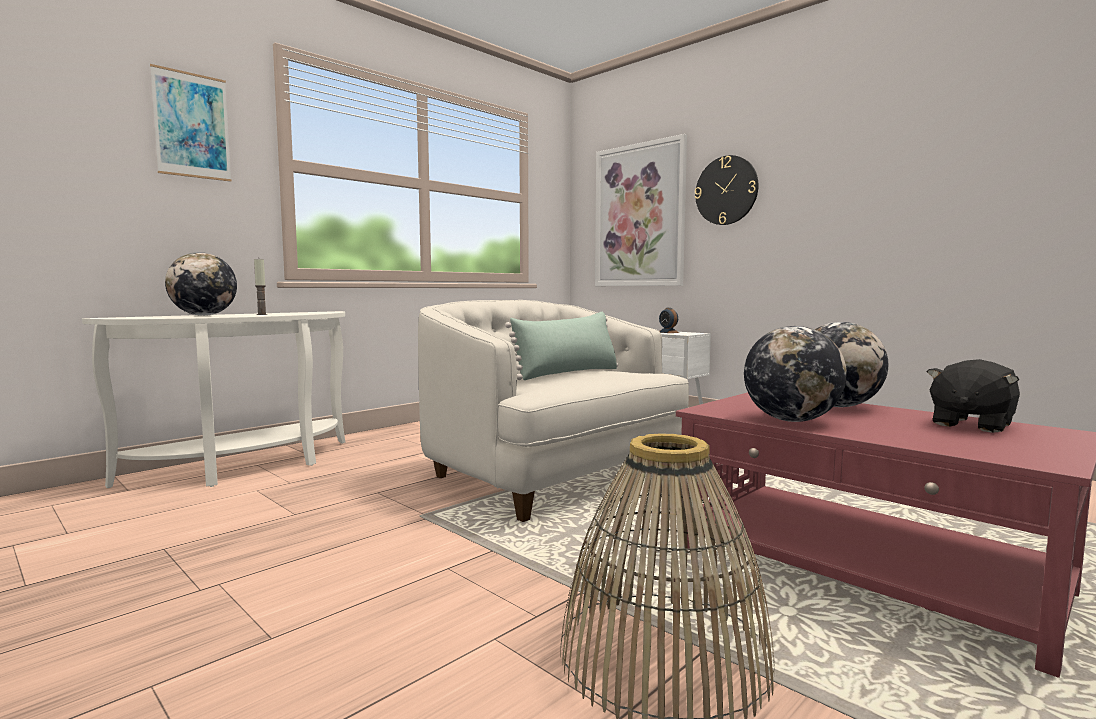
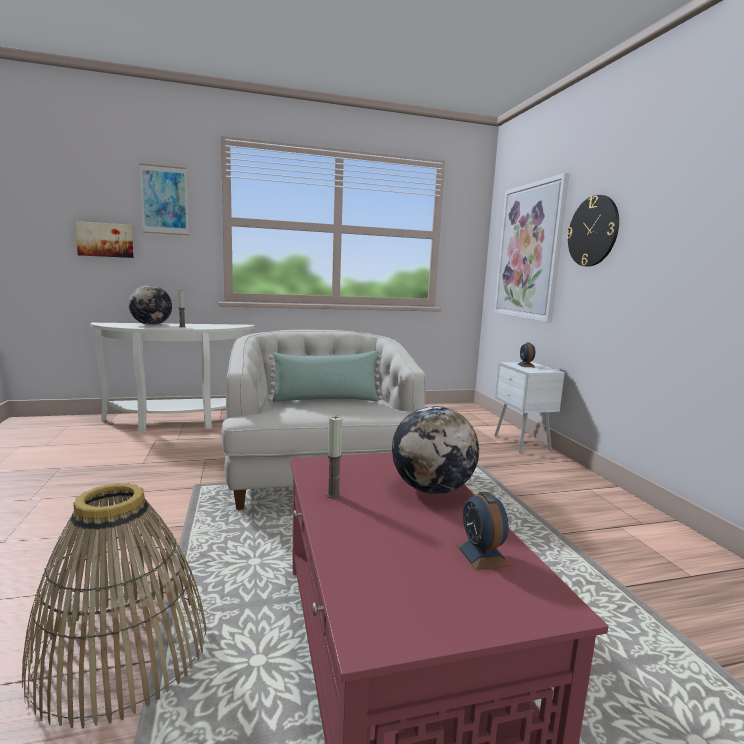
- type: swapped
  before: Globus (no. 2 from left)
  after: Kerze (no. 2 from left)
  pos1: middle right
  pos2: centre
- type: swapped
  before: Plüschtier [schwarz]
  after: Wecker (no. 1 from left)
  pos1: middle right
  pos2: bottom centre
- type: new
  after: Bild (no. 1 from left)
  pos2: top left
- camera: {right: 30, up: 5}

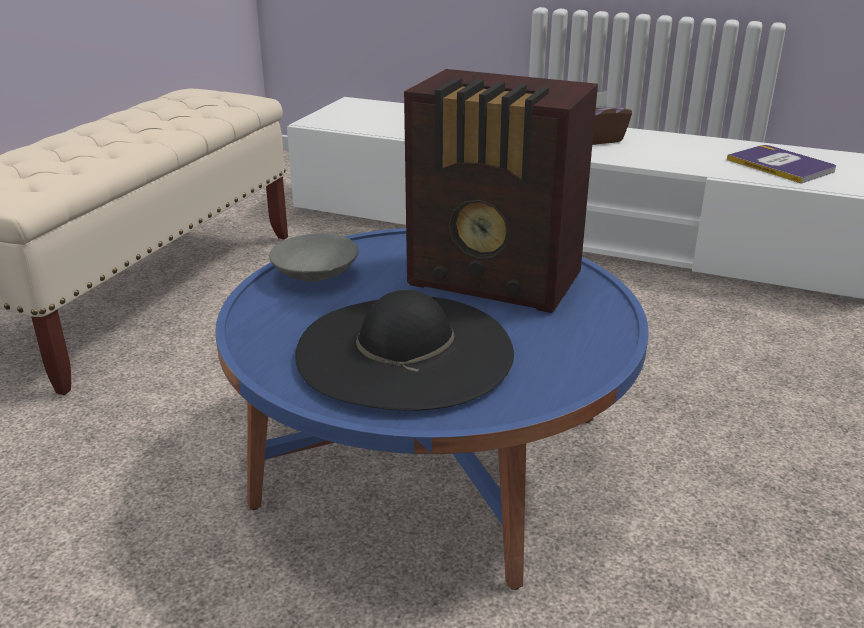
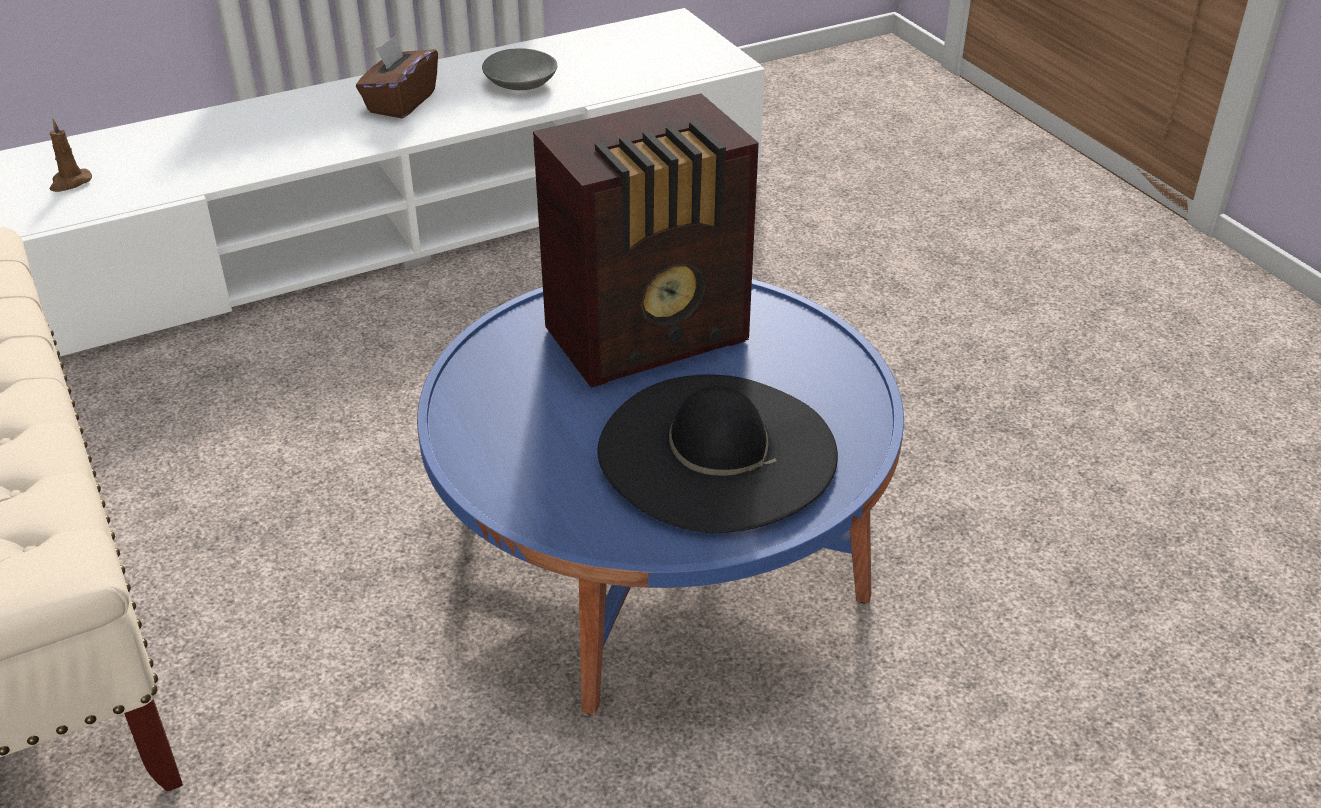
- type: shifted
  before: Schüssel [grau]
  pos1: centre
  pos2: top centre
- type: gone
  before: Buch
  pos1: top right
- type: new
  after: Kerze [braun]
  pos2: top left
- camera: {right: -50, up: 10}

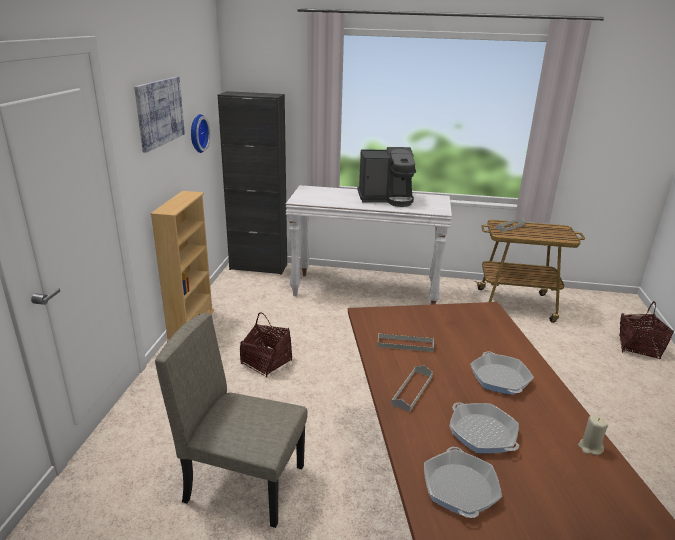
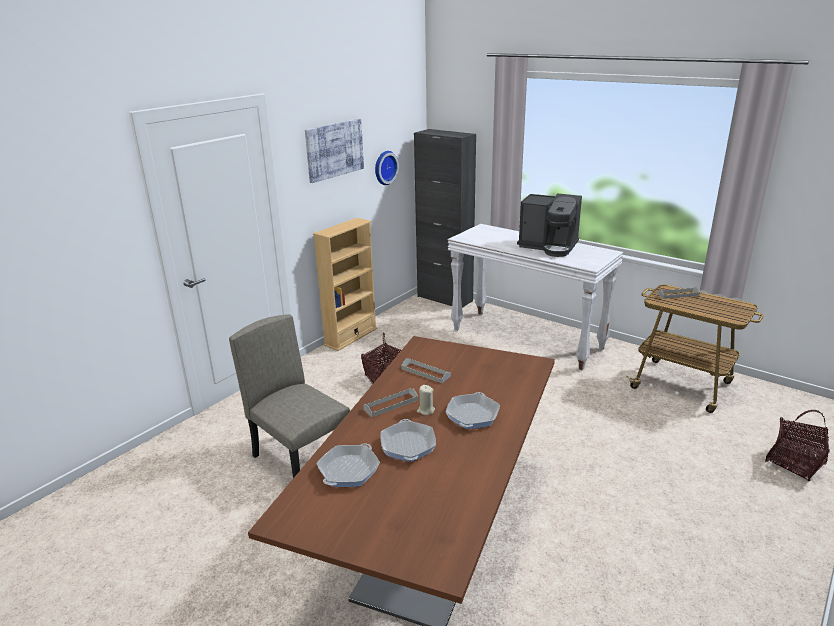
- type: shifted
  before: Kerze [beige]
  pos1: bottom right
  pos2: centre
- camera: {right: 30, up: 0}

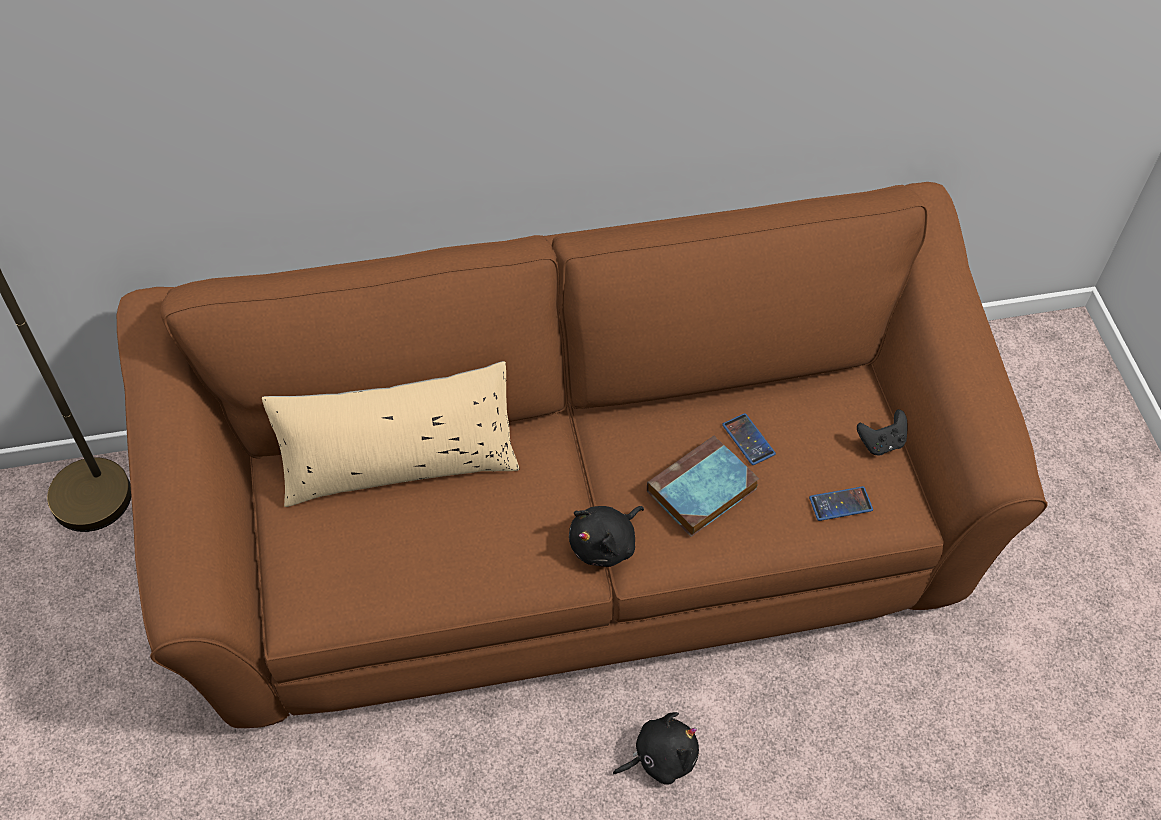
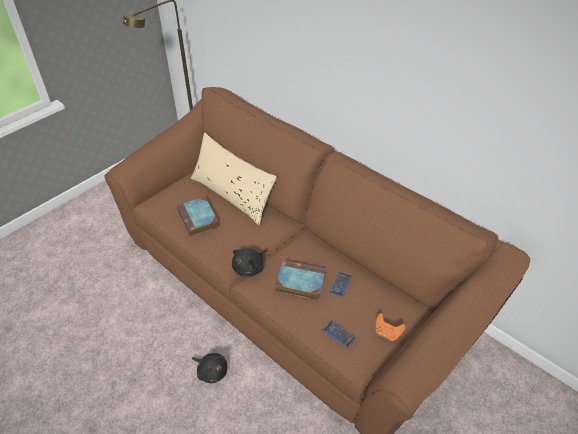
- type: rotated
  before: Plüschtier [schwarz] (no. 1 from left in the first image)
  pos1: centre
  pos2: centre
  turn: -60
- type: repainted
  before: Gamepad [schwarz]
  after: Gamepad [orange]
  pos1: middle right
  pos2: bottom right
- type: new
  after: Buch (no. 1 from left)
  pos2: centre
- camera: {right: 55, up: -10}

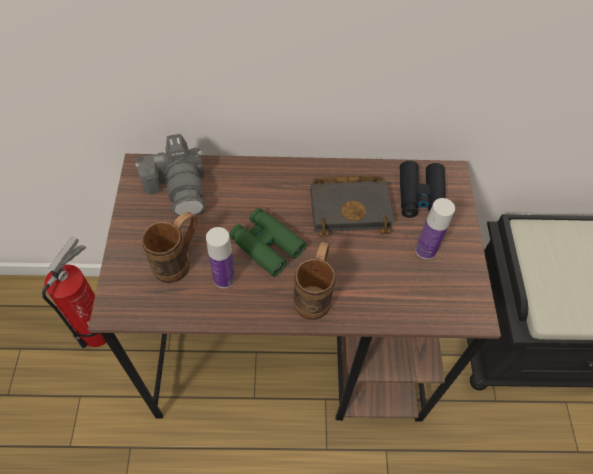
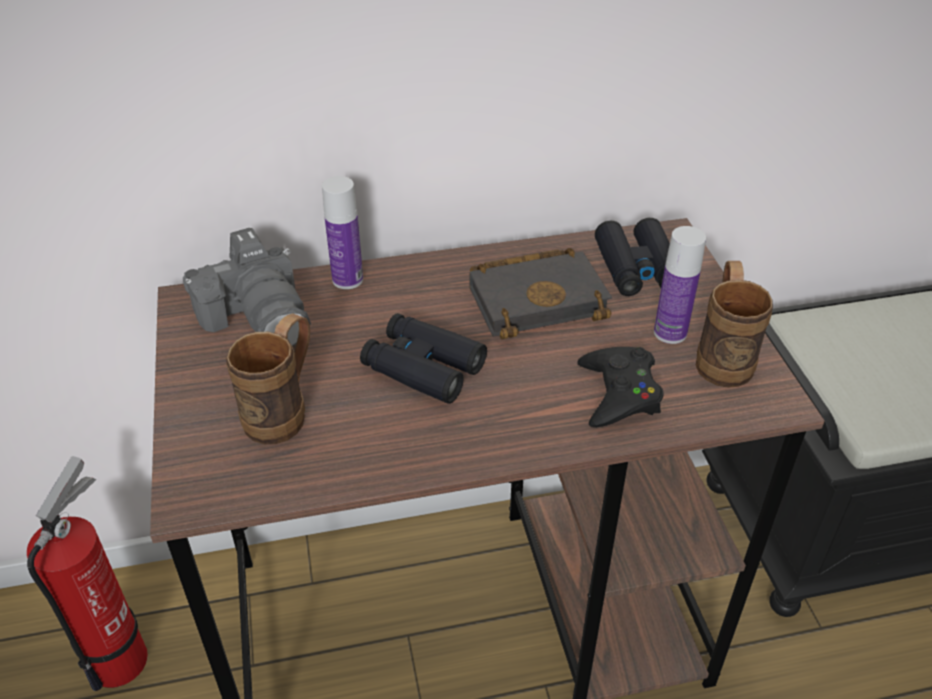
- type: shifted
  before: Flasche (no. 1 from left)
  pos1: centre
  pos2: top centre
- type: repainted
  before: Fernglas [grün]
  after: Fernglas [schwarz] (no. 1 from left)
  pos1: centre
  pos2: centre
- type: shifted
  before: Henkelbecher [braun] (no. 2 from left)
  pos1: centre
  pos2: middle right
- type: new
  after: Gamepad [schwarz]
  pos2: centre
- camera: {right: -10, up: -15}

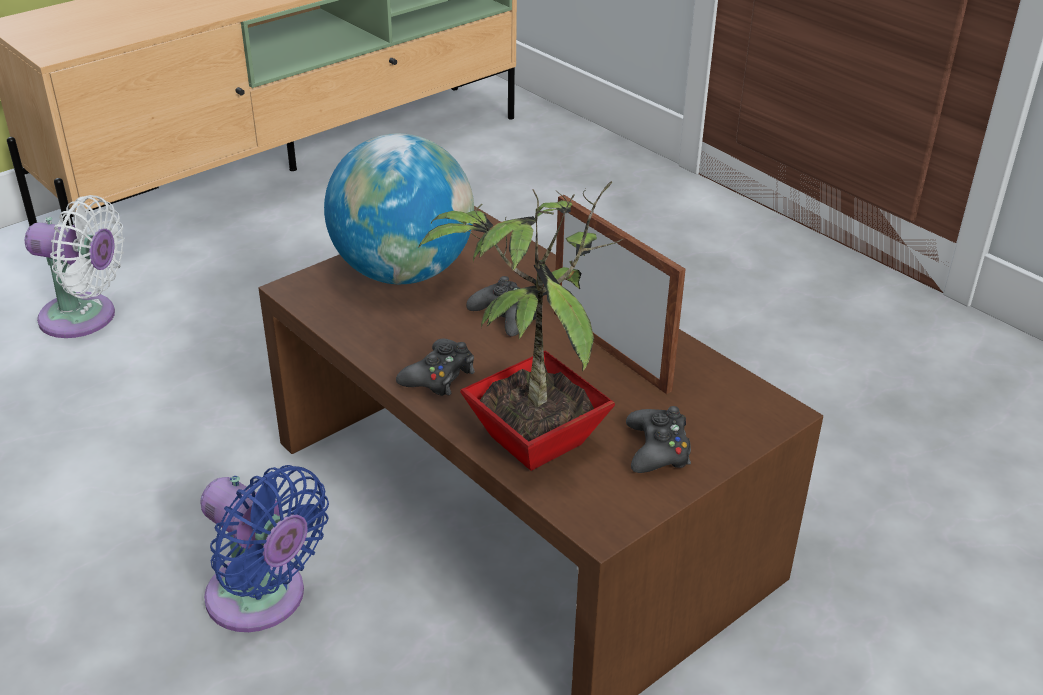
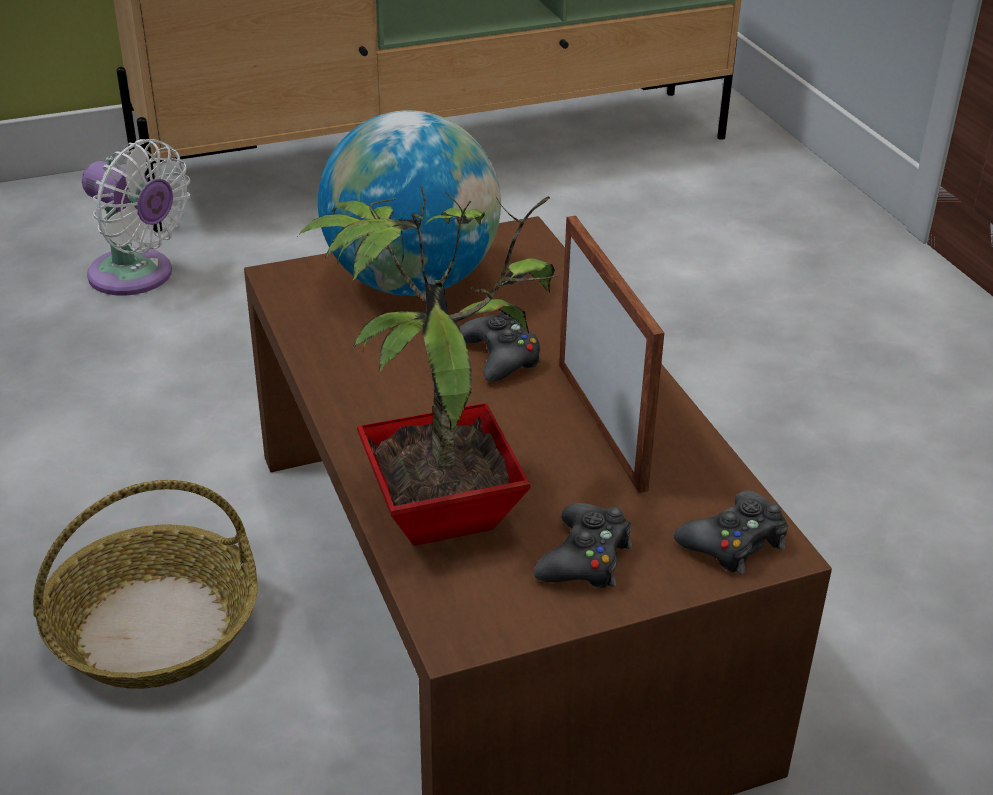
- type: swapped
  before: Ventilator [blau]
  after: Korb
  pos1: bottom left
  pos2: bottom left
- type: shifted
  before: Gamepad [schwarz] (no. 1 from left in the first image)
  after: Gamepad [schwarz] (no. 3 from left)
  pos1: centre
  pos2: bottom right
- camera: {right: 20, up: 0}

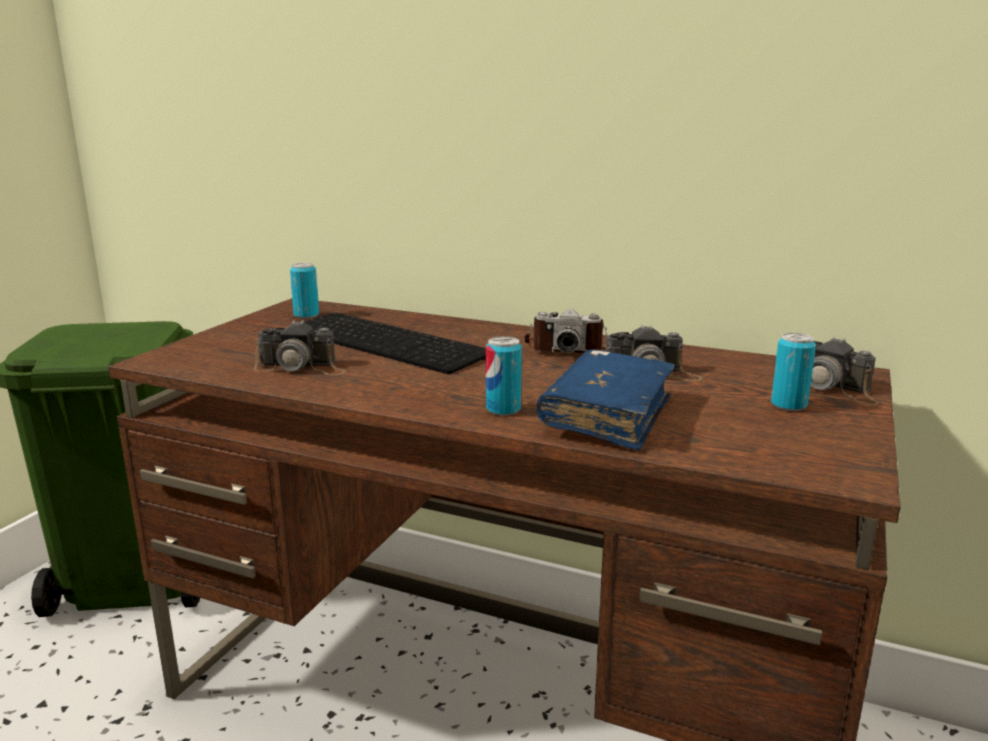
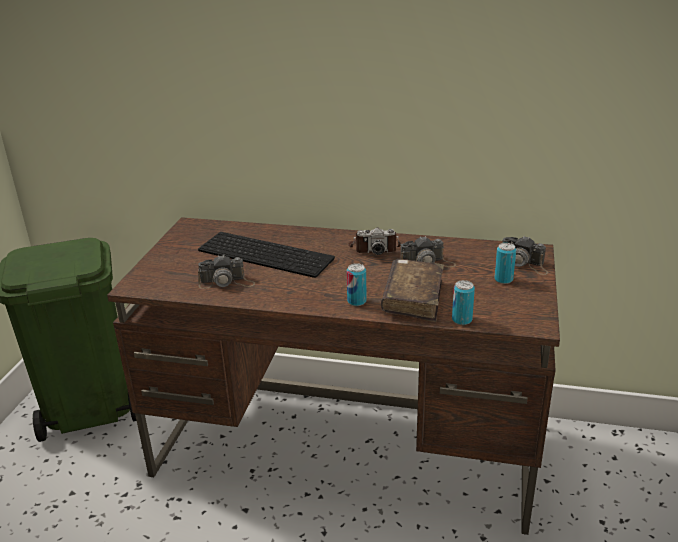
- type: shifted
  before: Dose (no. 1 from left in the first image)
  after: Dose (no. 2 from left)
  pos1: middle left
  pos2: middle right
- type: repainted
  before: Buch [blau]
  after: Buch [braun]
  pos1: centre
  pos2: centre
- camera: {right: -10, up: 10}

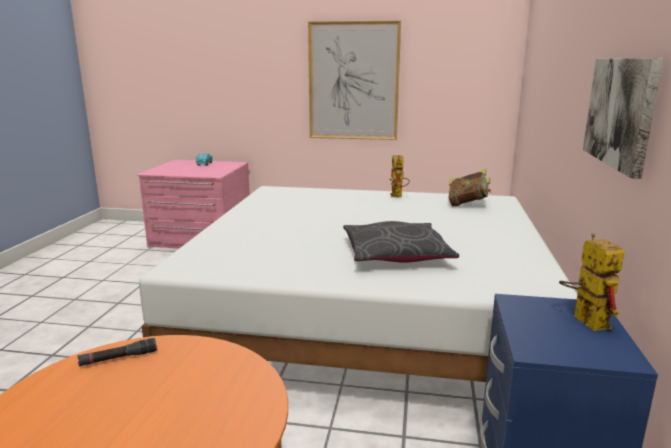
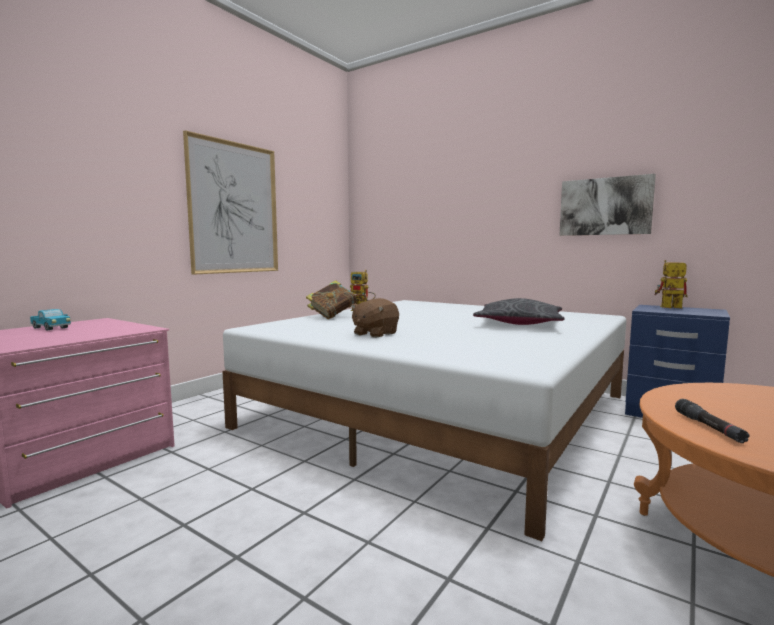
- type: shifted
  before: Buch
  pos1: middle right
  pos2: centre
- type: new
  after: Plüschtier [braun]
  pos2: centre
- camera: {right: -65, up: -10}

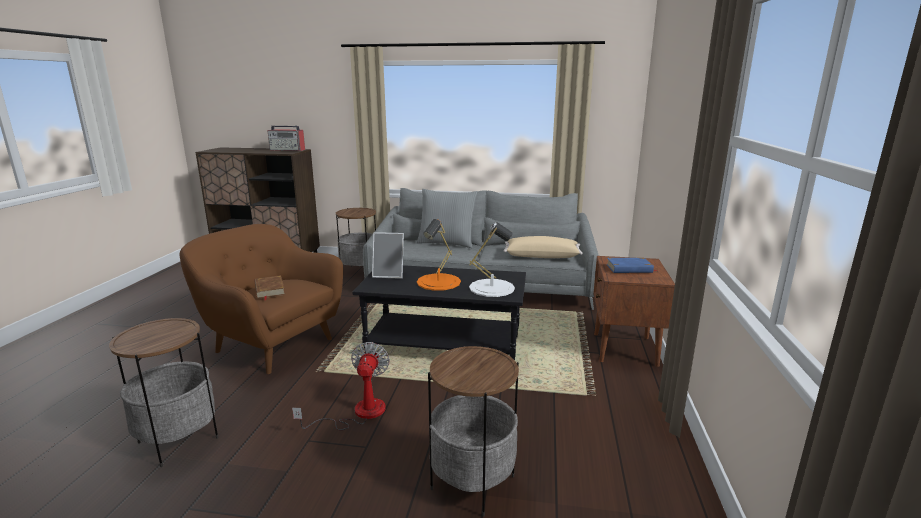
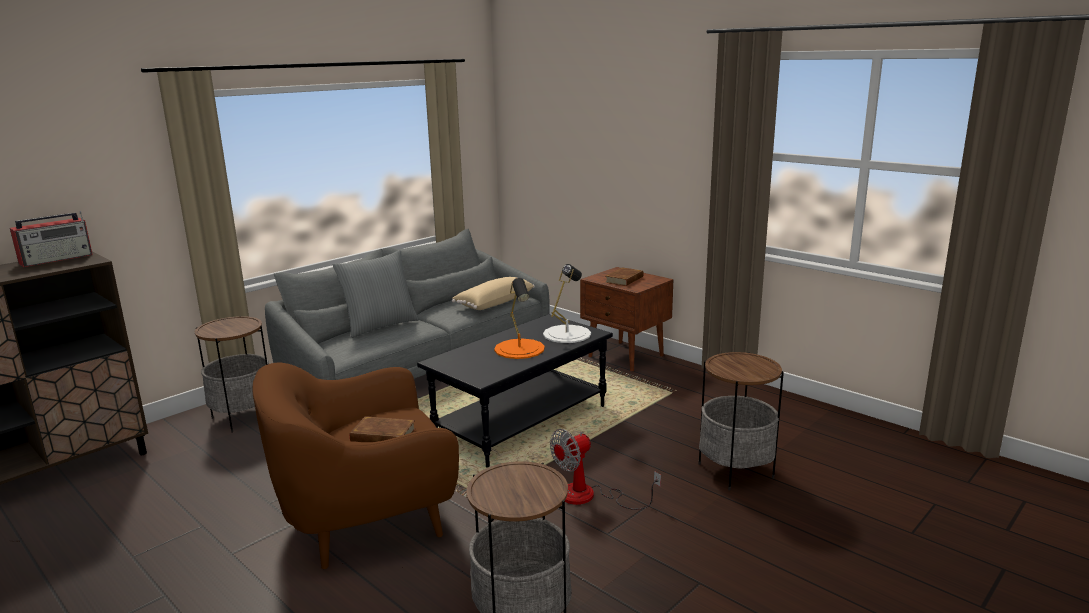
- type: rotated
  before: Ventilator
  pos1: bottom centre
  pos2: bottom centre
  turn: -75
- type: gone
  before: Bilderrahmen
  pos1: centre
- type: repainted
  before: Buch [blau]
  after: Buch [braun] (no. 2 from left)
  pos1: middle right
  pos2: centre
- camera: {right: -55, up: 0}

